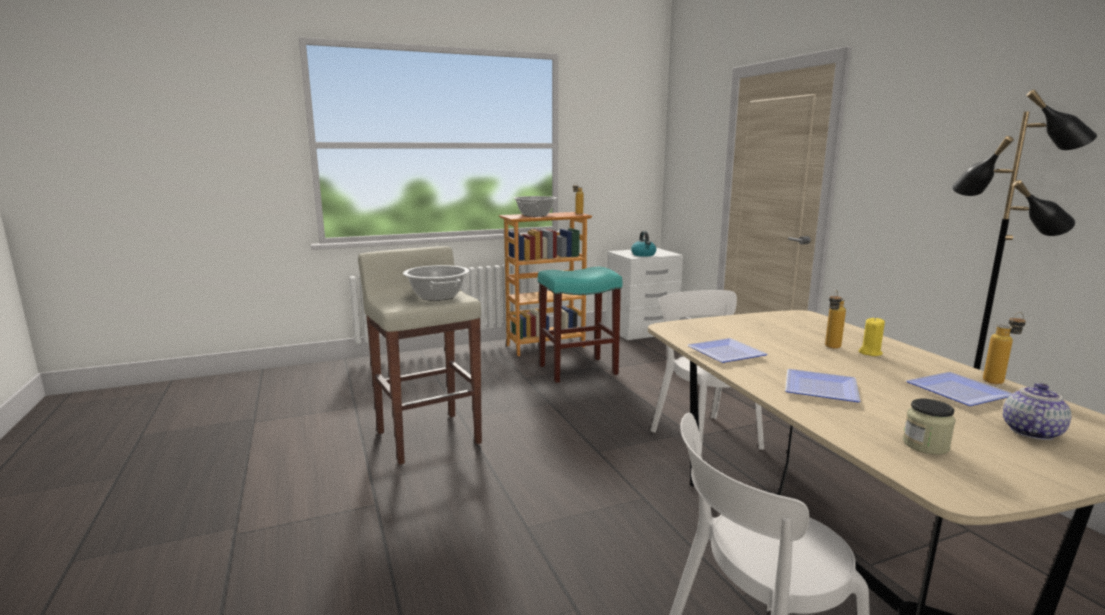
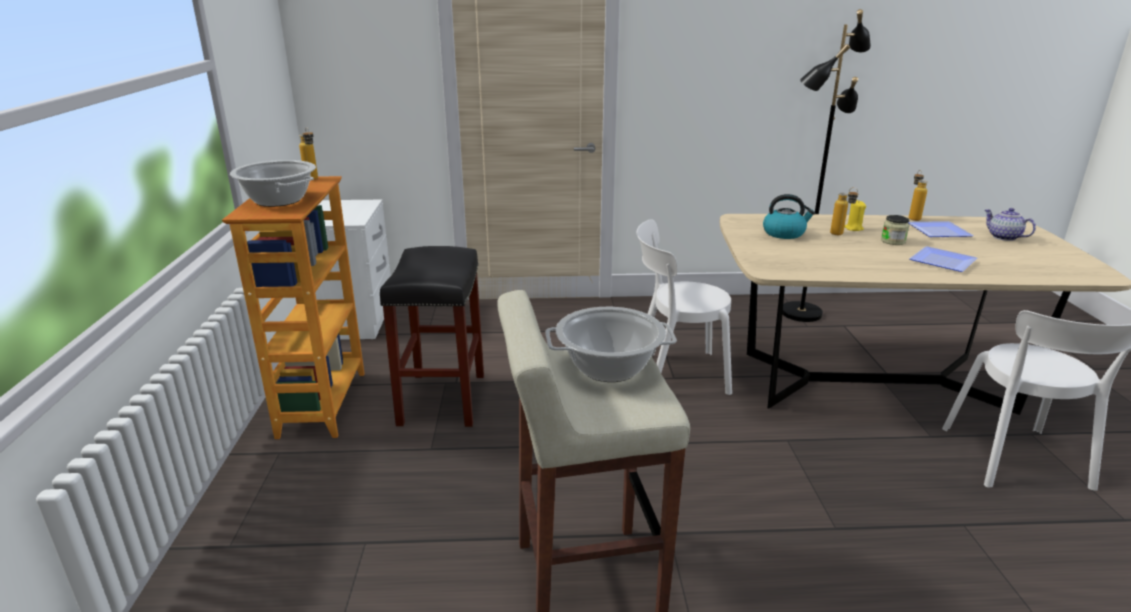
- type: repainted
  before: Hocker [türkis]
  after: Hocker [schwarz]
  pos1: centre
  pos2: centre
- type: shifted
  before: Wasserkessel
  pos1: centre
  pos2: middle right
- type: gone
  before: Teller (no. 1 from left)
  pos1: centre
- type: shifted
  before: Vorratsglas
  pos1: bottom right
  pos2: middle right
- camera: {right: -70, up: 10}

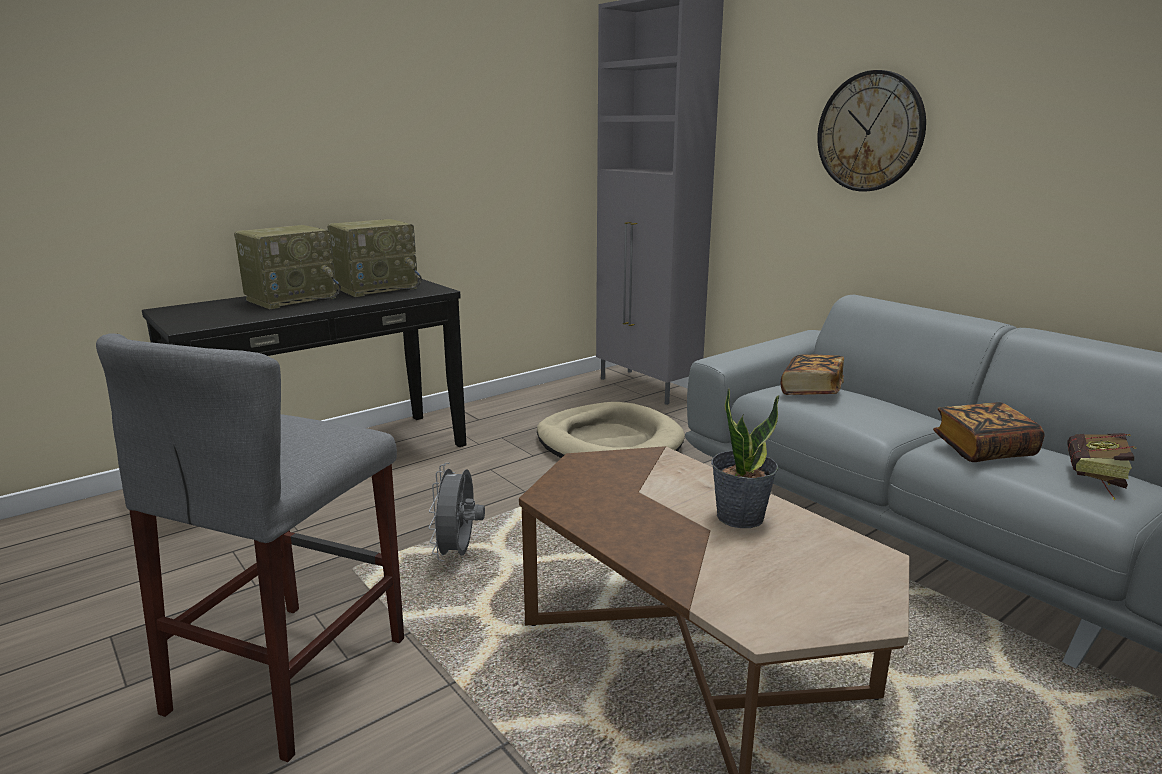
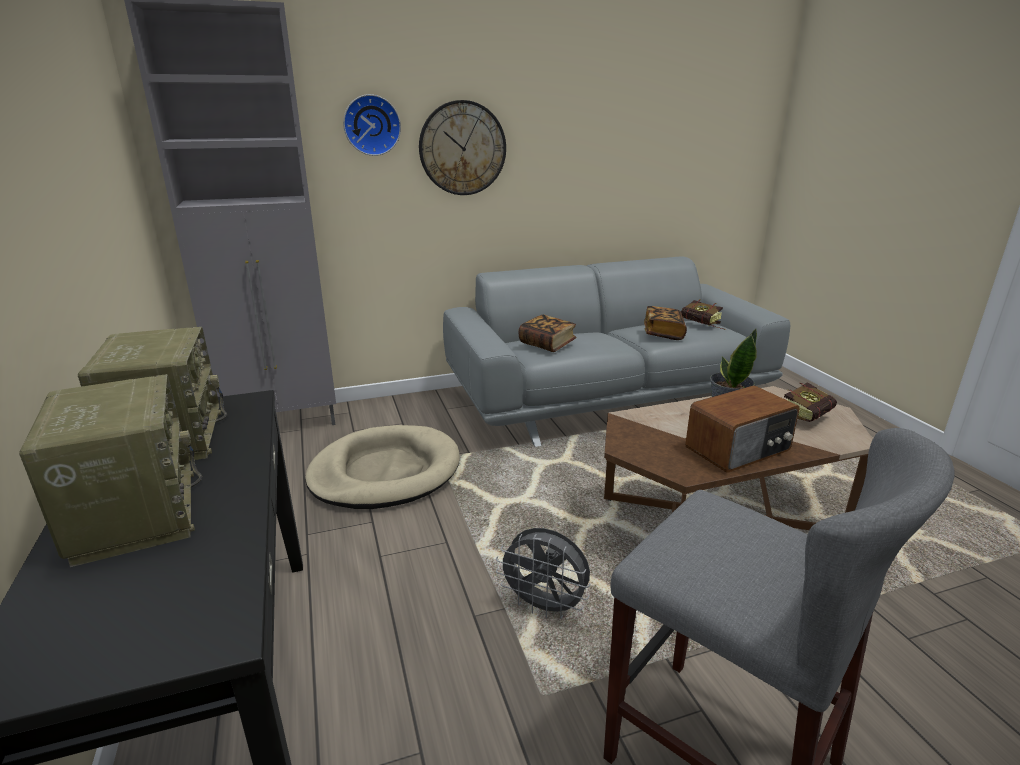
- type: new
  after: Wanduhr (no. 1 from left)
  pos2: top centre
- type: new
  after: Radio (no. 3 from left)
  pos2: middle right
- type: new
  after: Buch (no. 4 from left)
  pos2: middle right
- camera: {right: -70, up: 5}

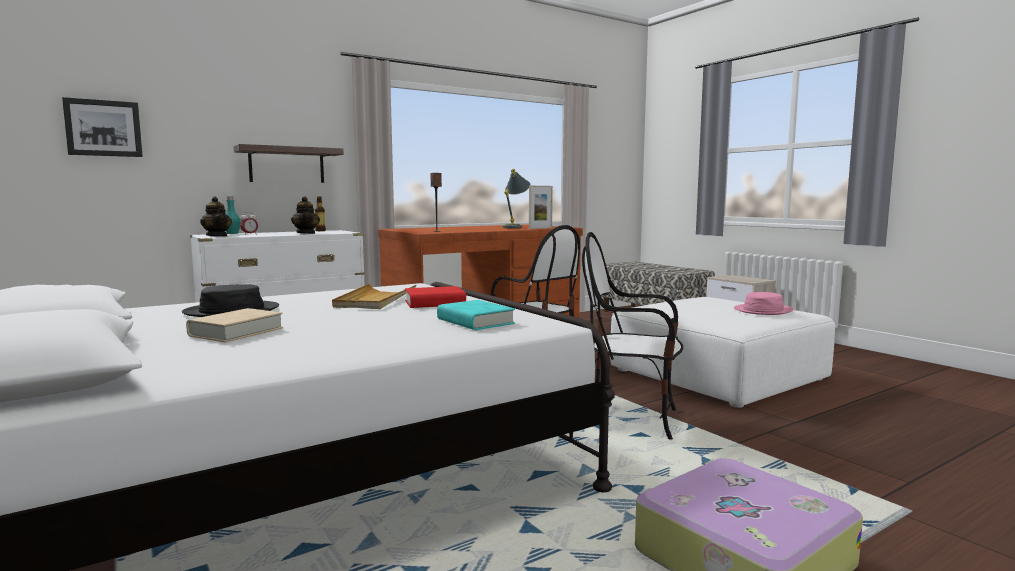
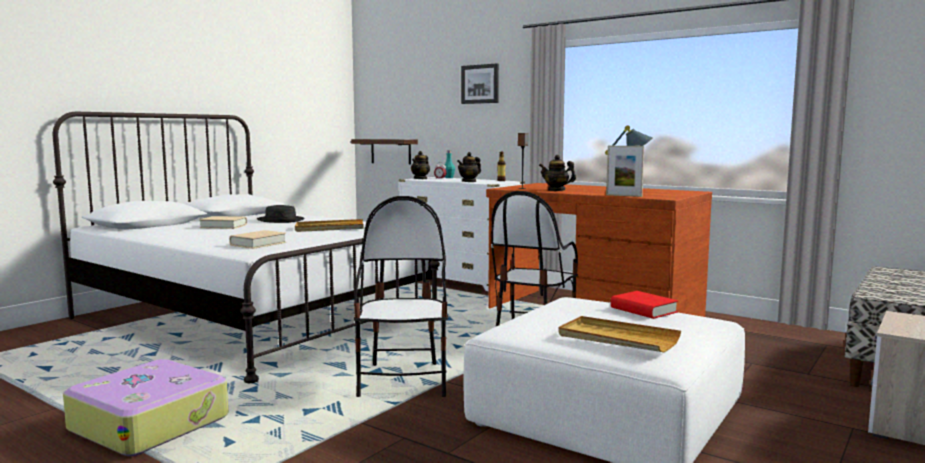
- type: shifted
  before: Bild
  pos1: top left
  pos2: top centre
- type: shifted
  before: Wandregal
  pos1: top left
  pos2: top centre
- type: shifted
  before: Buch [rot]
  pos1: centre
  pos2: middle right
- type: repainted
  before: Buch [türkis]
  after: Buch [beige] (no. 2 from left)
  pos1: centre
  pos2: middle left
- type: swapped
  before: Hut [rosa]
  after: Tablett [beige] (no. 2 from left)
  pos1: middle right
  pos2: bottom right
- type: new
  after: Teekanne (no. 3 from left)
  pos2: centre
- camera: {right: 70, up: 0}

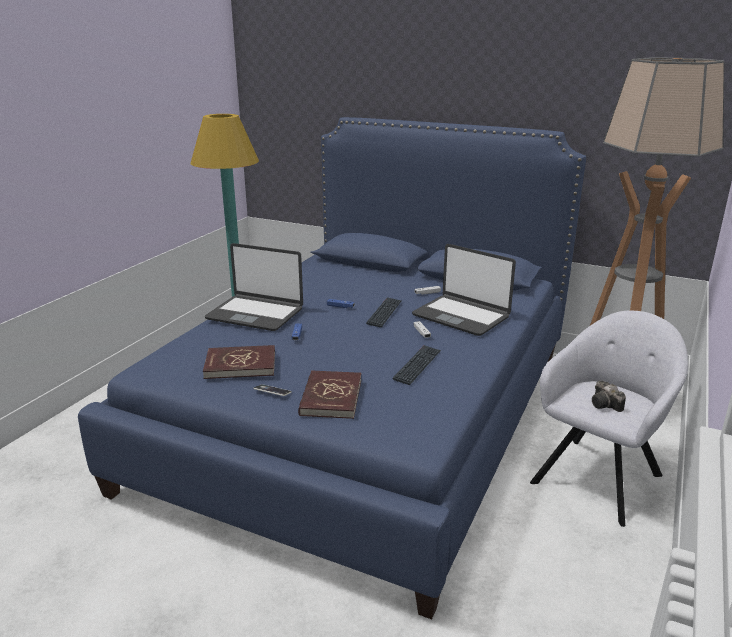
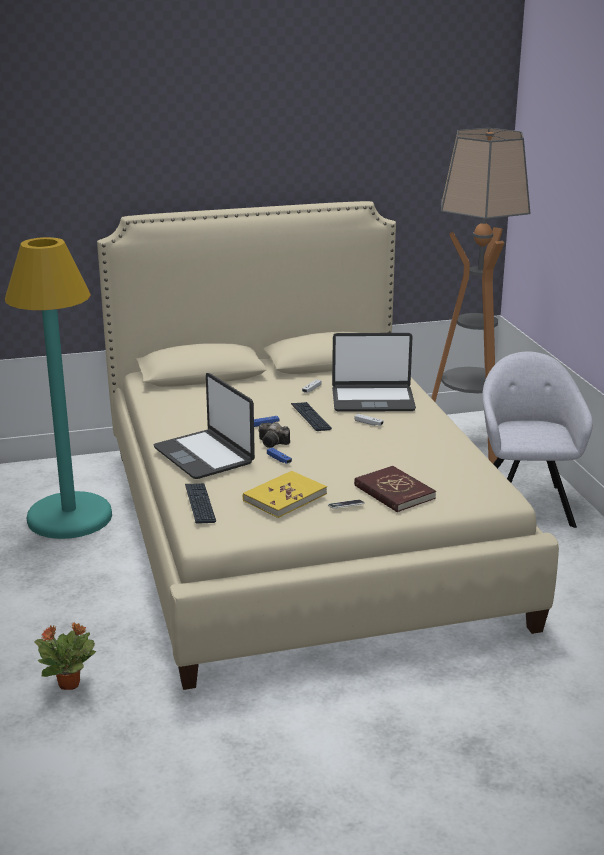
- type: repainted
  before: Bett [blau]
  after: Bett [beige]
  pos1: centre
  pos2: centre
- type: repainted
  before: Buch [rot] (no. 1 from left)
  after: Buch [gelb]
  pos1: middle left
  pos2: centre
- type: rotated
  before: Laptop (no. 1 from left)
  pos1: centre
  pos2: centre
  turn: 75
- type: shifted
  before: Tastatur (no. 2 from left in the first image)
  after: Tastatur (no. 1 from left)
  pos1: centre
  pos2: middle left
- type: shifted
  before: Kamera
  pos1: middle right
  pos2: centre
- type: new
  after: Topfpflanze
  pos2: bottom left
- camera: {right: -40, up: 0}

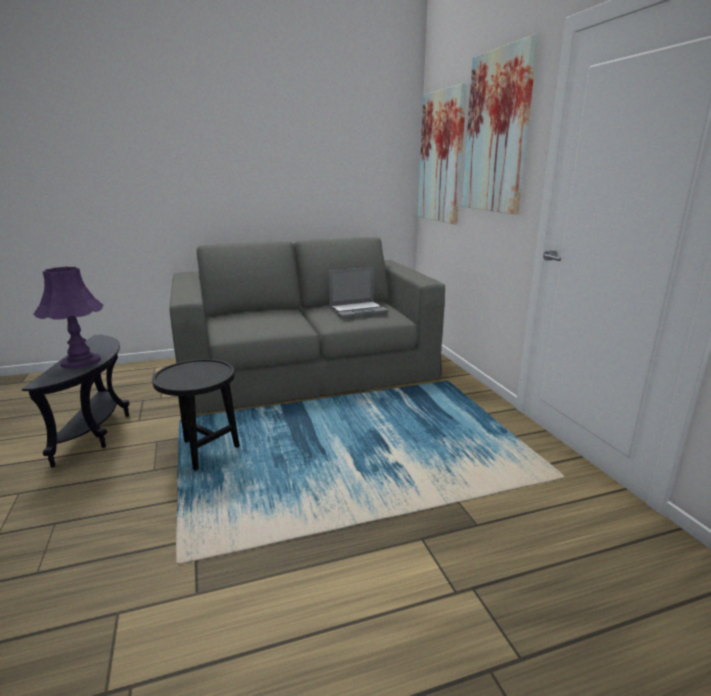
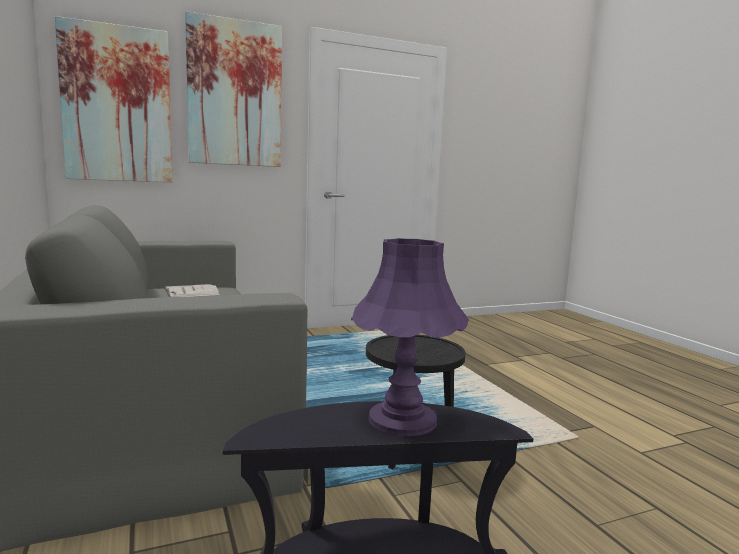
- type: swapped
  before: Laptop
  after: Buch [weiß]
  pos1: centre
  pos2: middle left
- camera: {right: -95, up: -10}

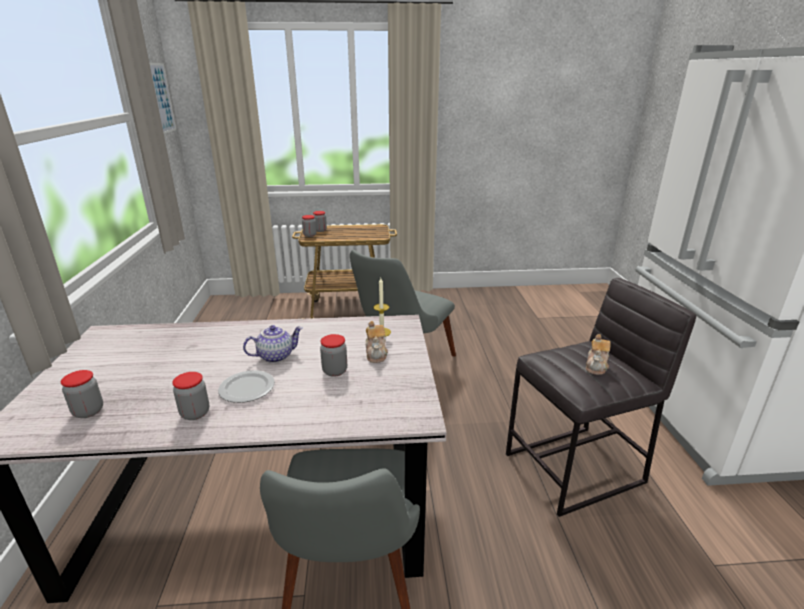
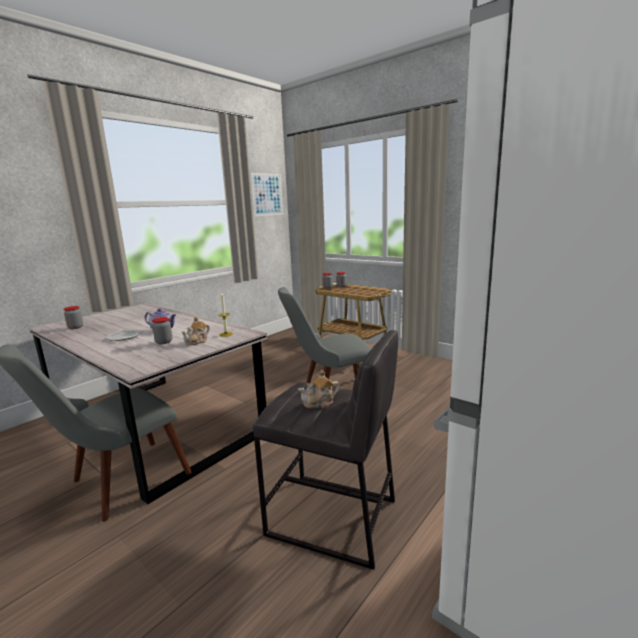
- type: gone
  before: Vorratsglas (no. 2 from left)
  pos1: middle left
- camera: {right: 45, up: -10}

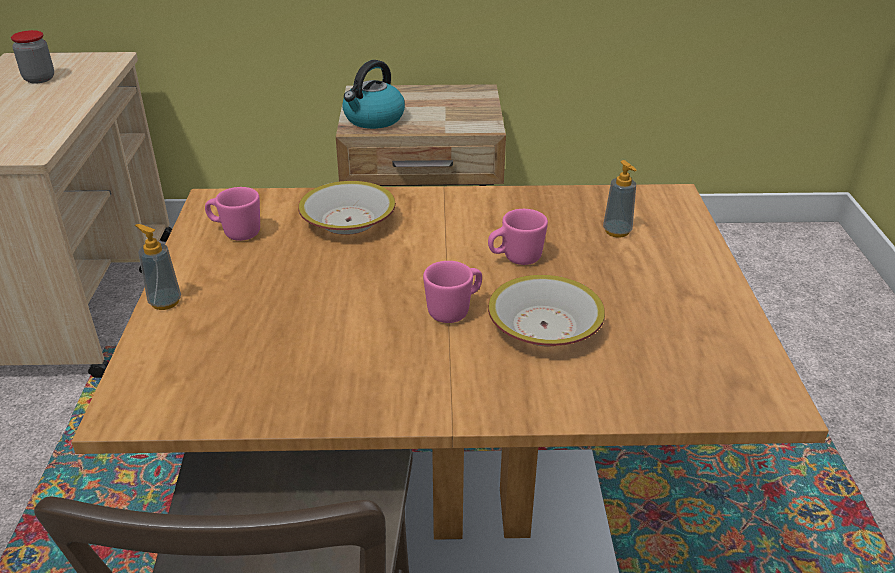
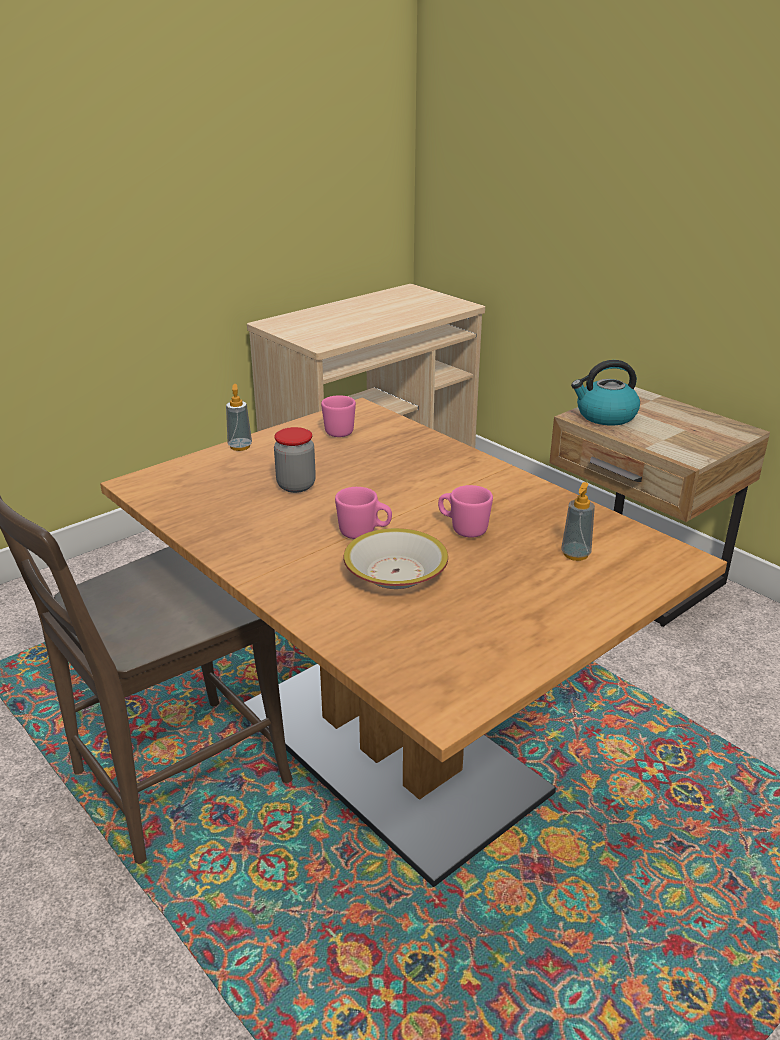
- type: shifted
  before: Vorratsglas
  pos1: top left
  pos2: centre
- type: gone
  before: Schüssel (no. 1 from left)
  pos1: centre
- camera: {right: 50, up: -5}

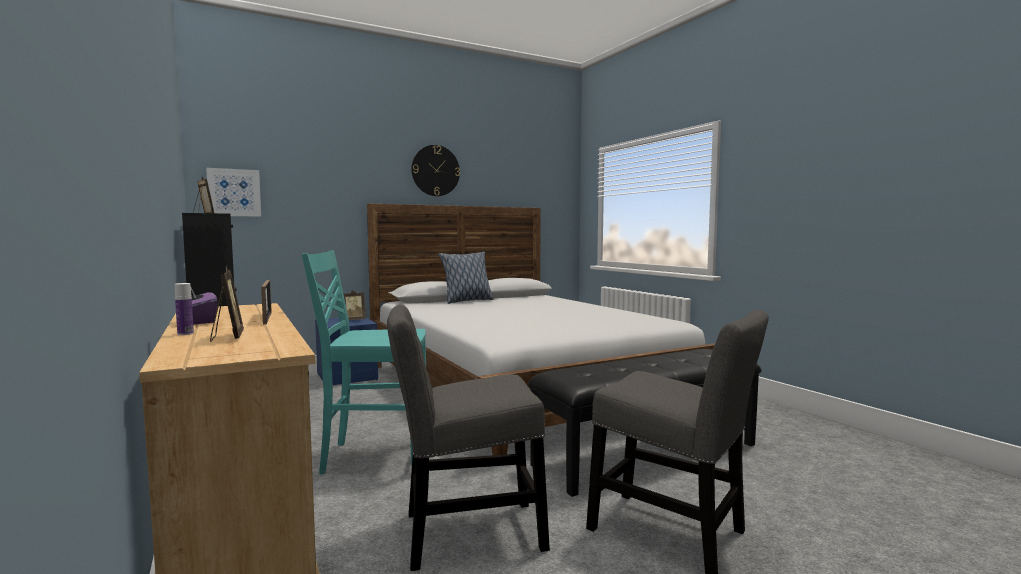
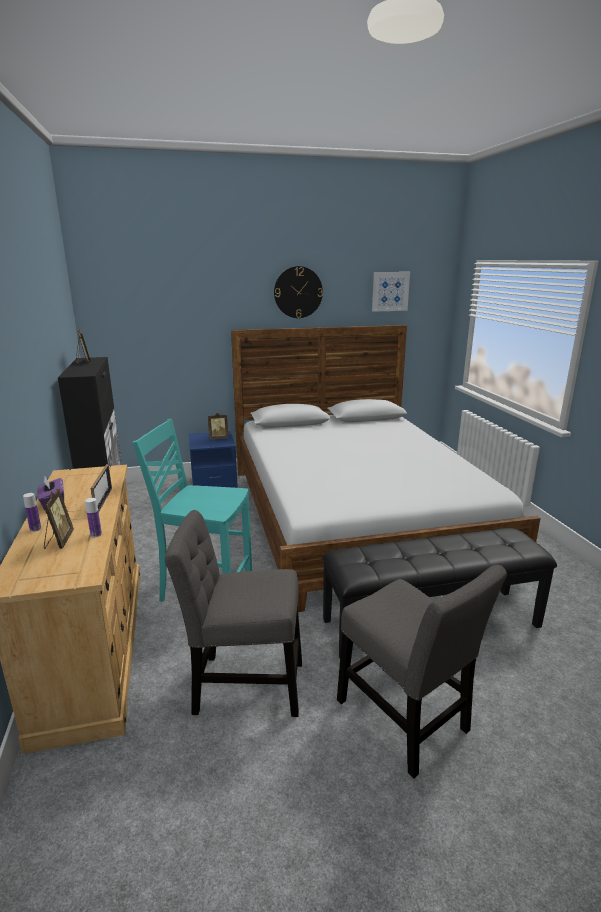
- type: shifted
  before: Bild
  pos1: middle left
  pos2: top centre
- type: gone
  before: Kissen
  pos1: centre
- type: new
  after: Flasche (no. 2 from left)
  pos2: middle left
- camera: {right: 15, up: 15}

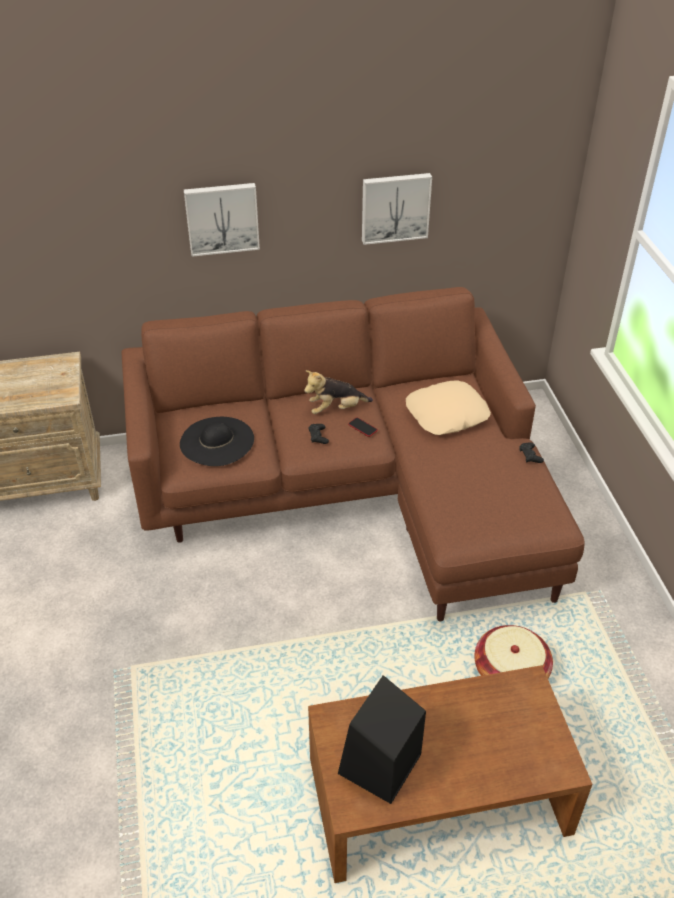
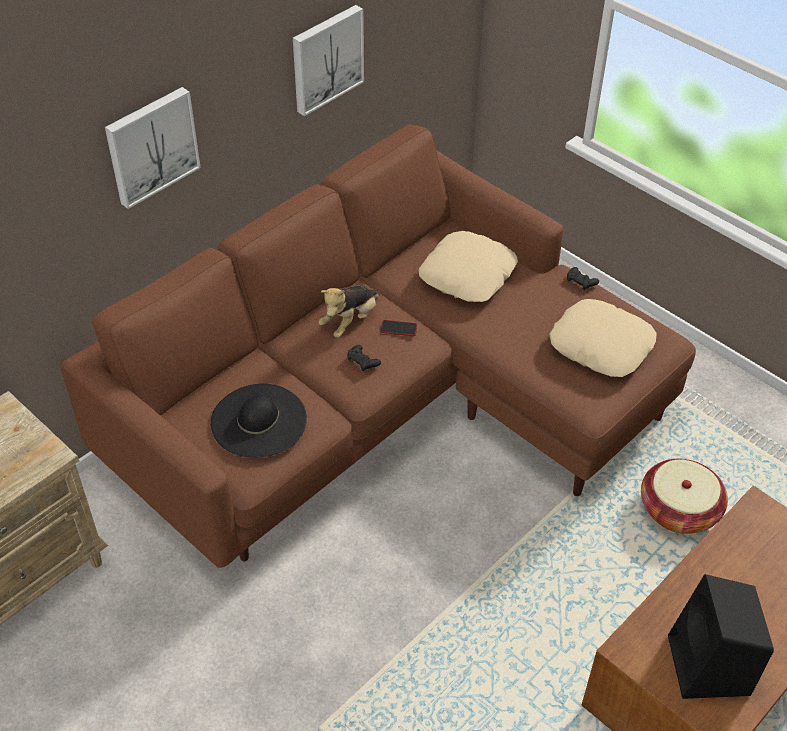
- type: new
  after: Kissen [beige] (no. 2 from left)
  pos2: middle right
- camera: {right: -35, up: 5}

